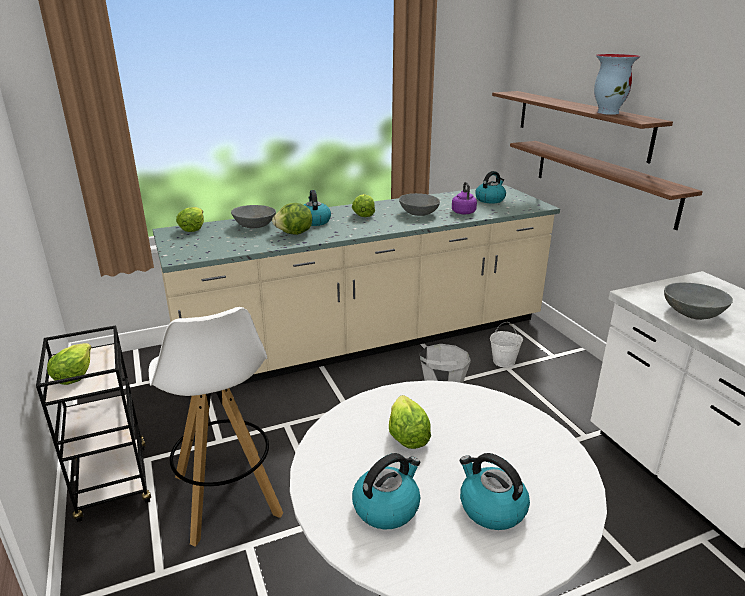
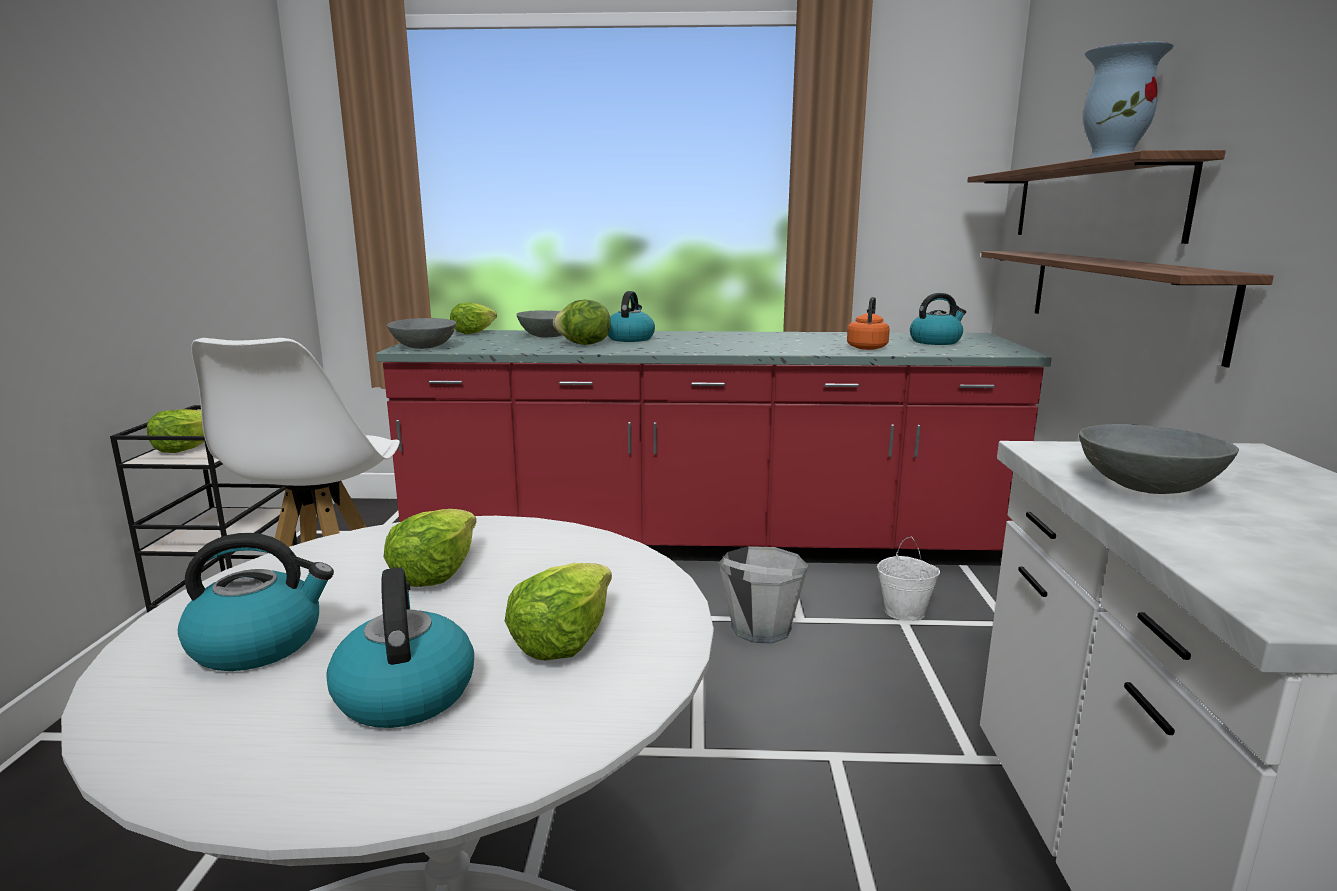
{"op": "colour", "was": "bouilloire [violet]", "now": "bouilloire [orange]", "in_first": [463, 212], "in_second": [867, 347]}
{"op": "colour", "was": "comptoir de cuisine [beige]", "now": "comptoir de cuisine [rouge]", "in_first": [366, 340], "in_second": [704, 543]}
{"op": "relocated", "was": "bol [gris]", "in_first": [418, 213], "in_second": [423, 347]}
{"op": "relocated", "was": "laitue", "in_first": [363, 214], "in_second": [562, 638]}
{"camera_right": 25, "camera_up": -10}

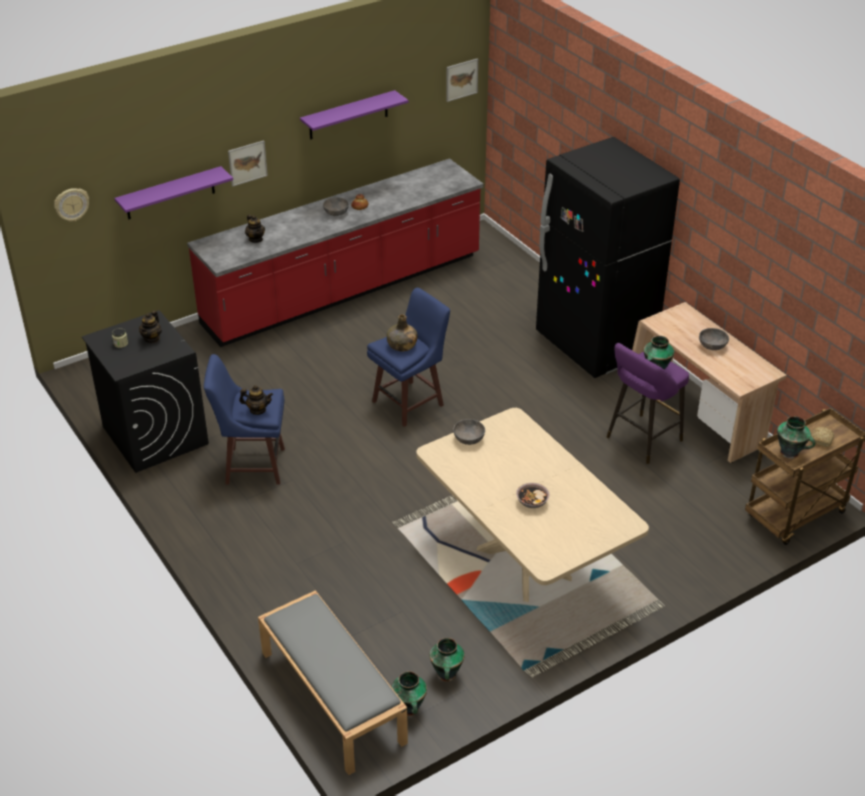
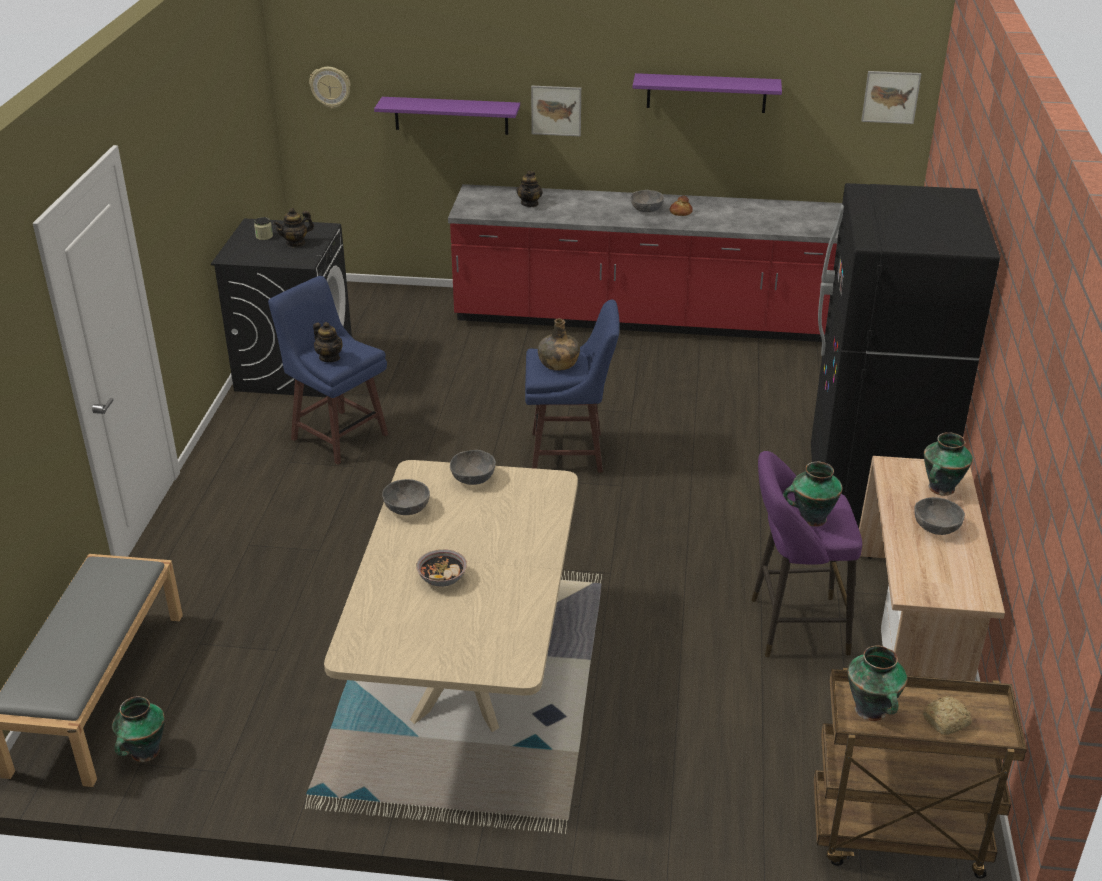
{"op": "relocated", "was": "vase", "in_first": [446, 675], "in_second": [940, 489]}
{"op": "appeared", "now": "bol [gris]", "in_second": [407, 508]}
{"camera_right": 40, "camera_up": -5}

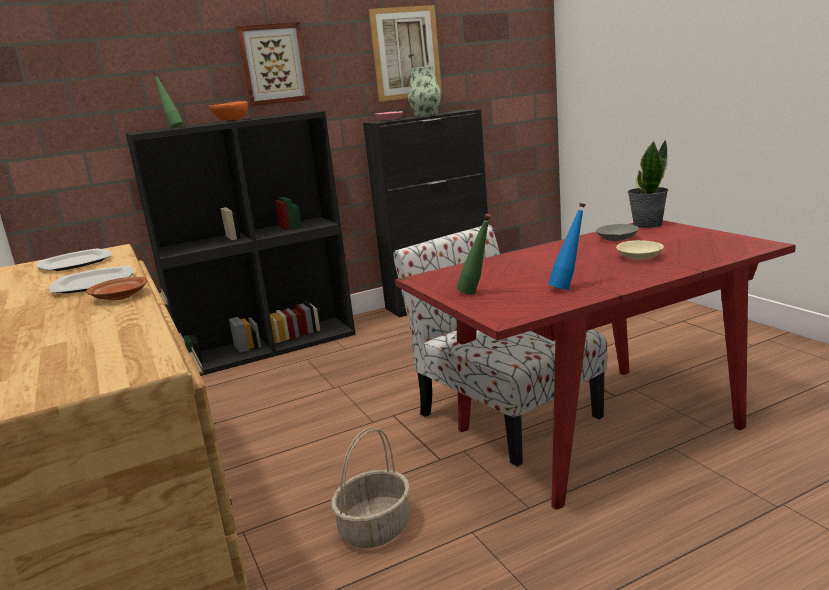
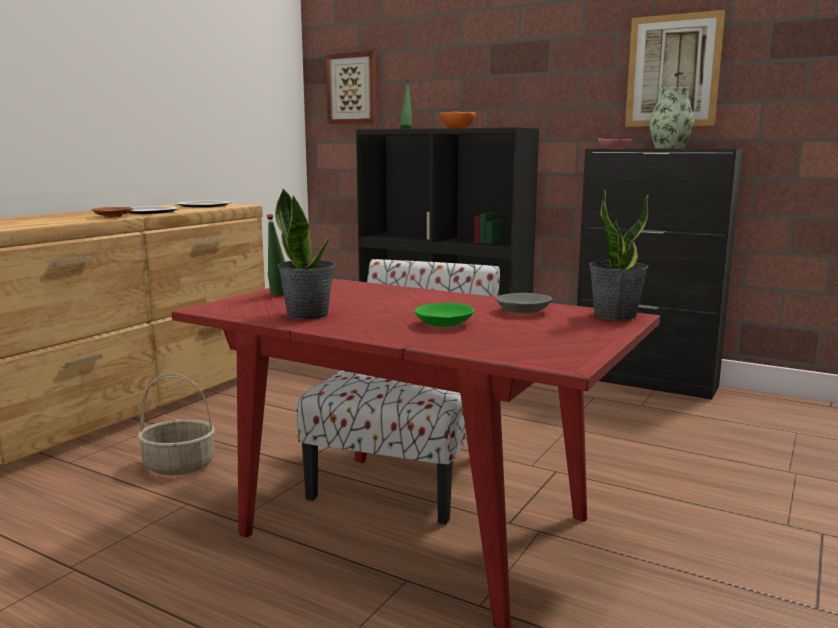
{"op": "relocated", "was": "tableau", "in_first": [273, 64], "in_second": [352, 88]}
{"op": "exchanged", "was": "bouteille [bleu]", "now": "plante en pot", "in_first": [568, 287], "in_second": [308, 314]}
{"op": "colour", "was": "bol [beige]", "now": "bol [vert]", "in_first": [640, 257], "in_second": [443, 324]}
{"camera_right": 55, "camera_up": -5}

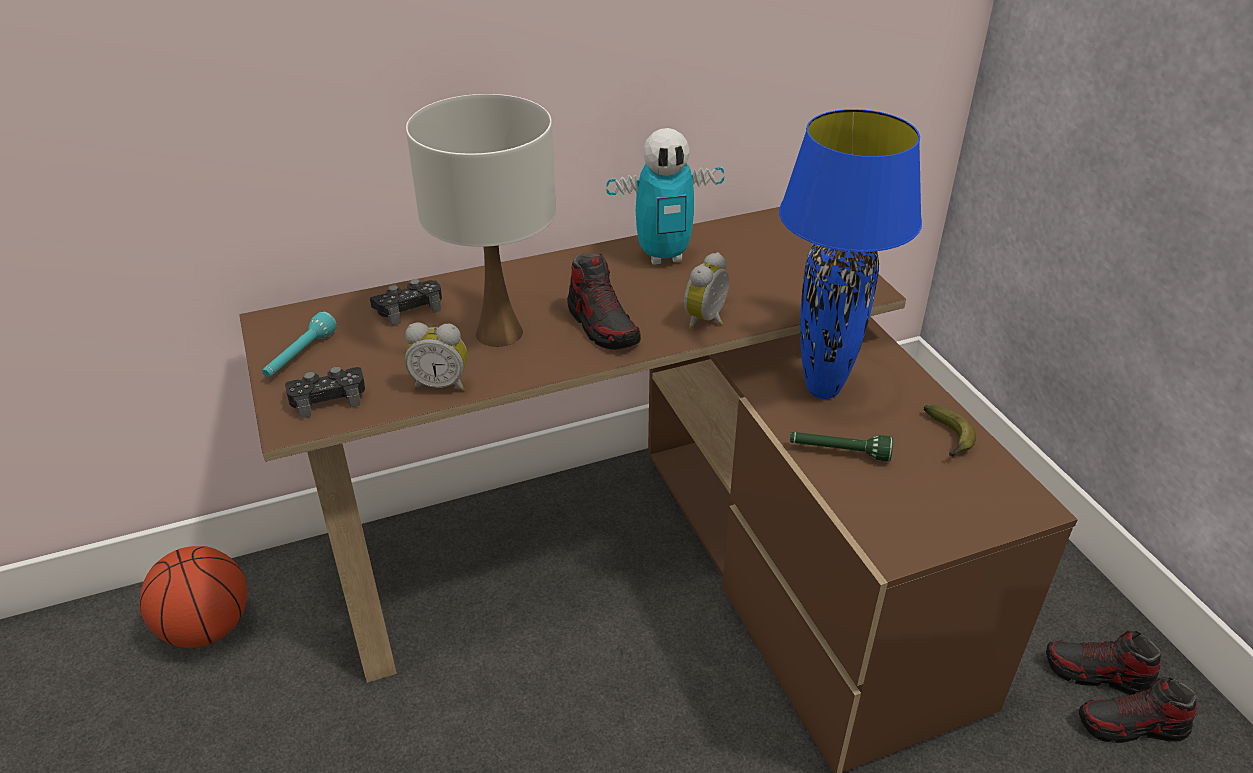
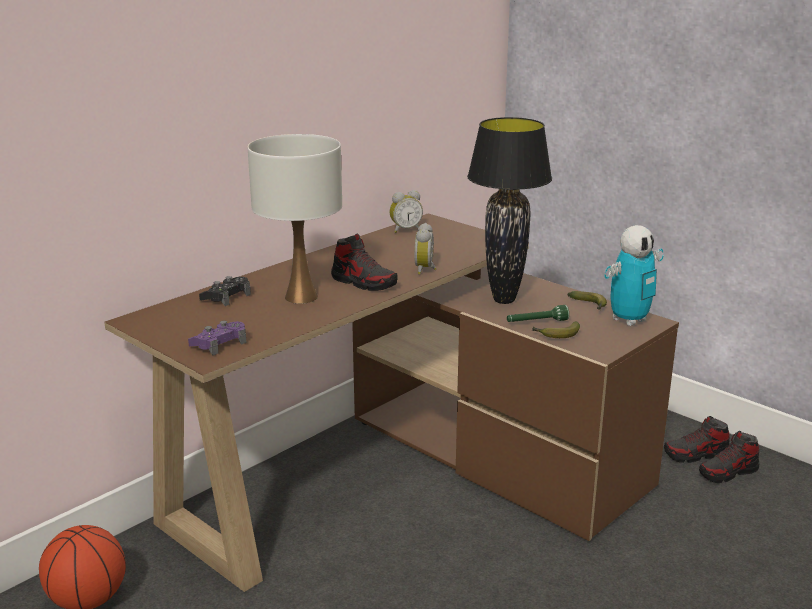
{"op": "colour", "was": "lampe de table [bleu]", "now": "lampe de table [noir]", "in_first": [822, 390], "in_second": [504, 300]}
{"op": "relocated", "was": "robot jouet", "in_first": [663, 256], "in_second": [629, 320]}
{"op": "missing", "was": "lampe de poche [turquoise]", "in_first": [300, 356]}
{"op": "relocated", "was": "réveil", "in_first": [441, 384], "in_second": [405, 230]}
{"op": "colour", "was": "manette [noir]", "now": "manette [violet]", "in_first": [328, 397], "in_second": [219, 344]}
{"op": "appeared", "now": "banane", "in_second": [556, 335]}
{"camera_right": -25, "camera_up": -15}

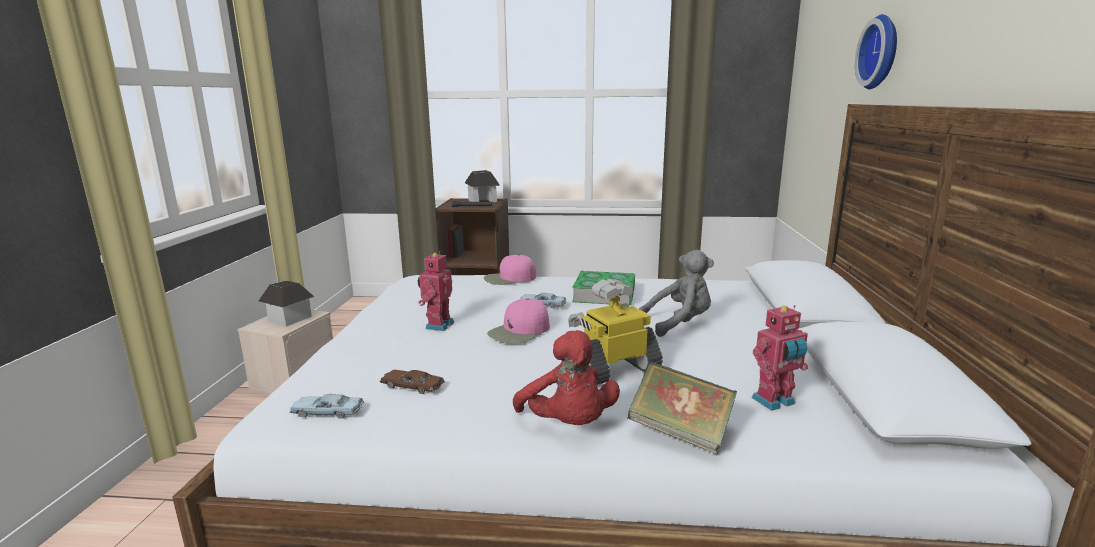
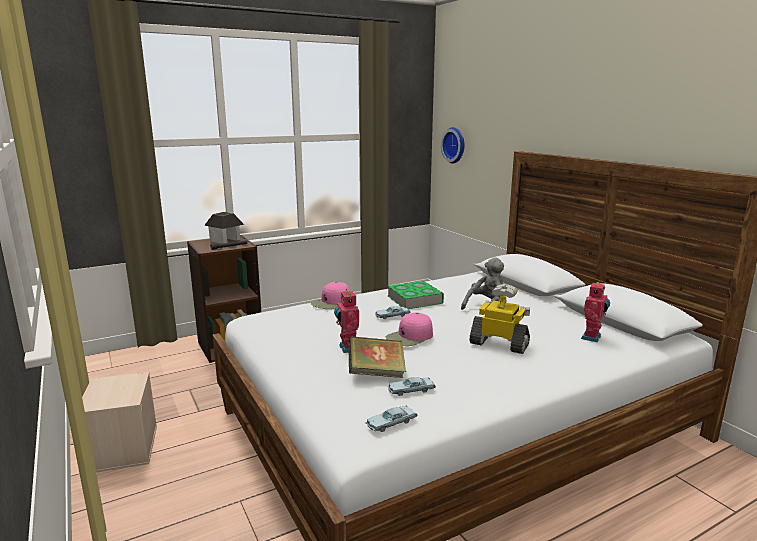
{"op": "relocated", "was": "horloge murale", "in_first": [882, 52], "in_second": [455, 145]}
{"op": "spun", "was": "robot jouet", "in_first": [613, 369], "in_second": [500, 344], "clockwise": 90}
{"op": "missing", "was": "maison miniature", "in_first": [289, 318]}
{"op": "spun", "was": "casquette [rose]", "in_first": [519, 331], "in_second": [410, 337], "clockwise": 45}
{"op": "missing", "was": "peluche [rouge]", "in_first": [568, 424]}
{"op": "relocated", "was": "livre", "in_first": [680, 432], "in_second": [376, 373]}
{"op": "colour", "was": "petite voiture [marron]", "now": "petite voiture [bleu]", "in_first": [412, 386], "in_second": [411, 390]}
{"camera_right": -35, "camera_up": 0}

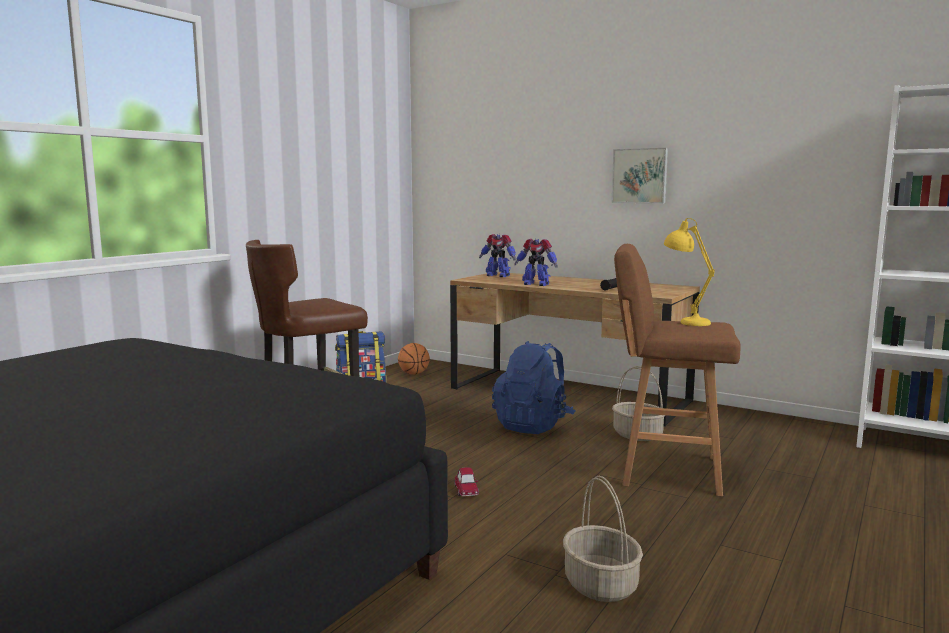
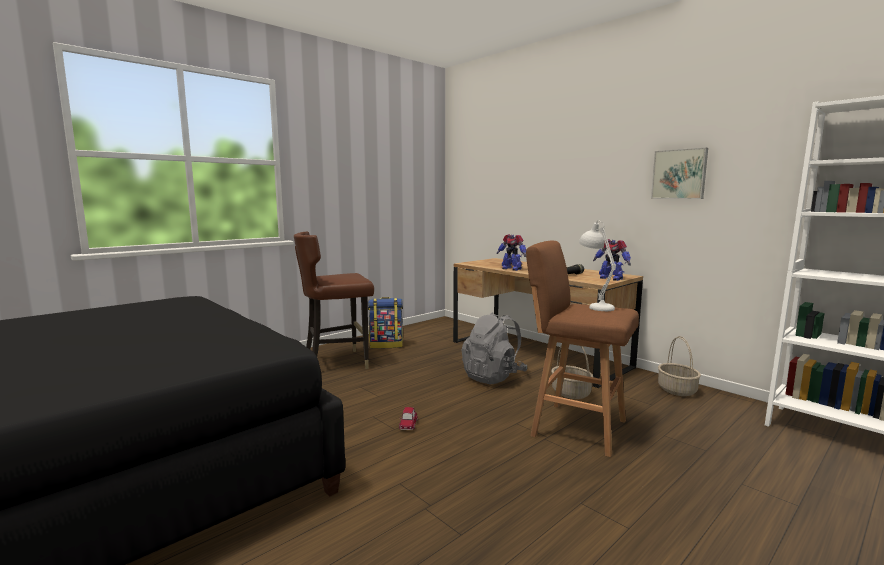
{"op": "relocated", "was": "tableau", "in_first": [640, 176], "in_second": [679, 174]}
{"op": "colour", "was": "lampe de table [jaune]", "now": "lampe de table [blanc]", "in_first": [685, 321], "in_second": [595, 306]}
{"op": "relocated", "was": "robot jouet", "in_first": [498, 275], "in_second": [611, 278]}
{"op": "colour", "was": "sac à dos [bleu]", "now": "sac à dos [gris]", "in_first": [533, 425], "in_second": [493, 376]}
{"op": "missing", "was": "ballon de basket", "in_first": [414, 374]}
{"op": "relocated", "was": "panier", "in_first": [601, 585], "in_second": [677, 390]}
{"camera_right": 15, "camera_up": 0}

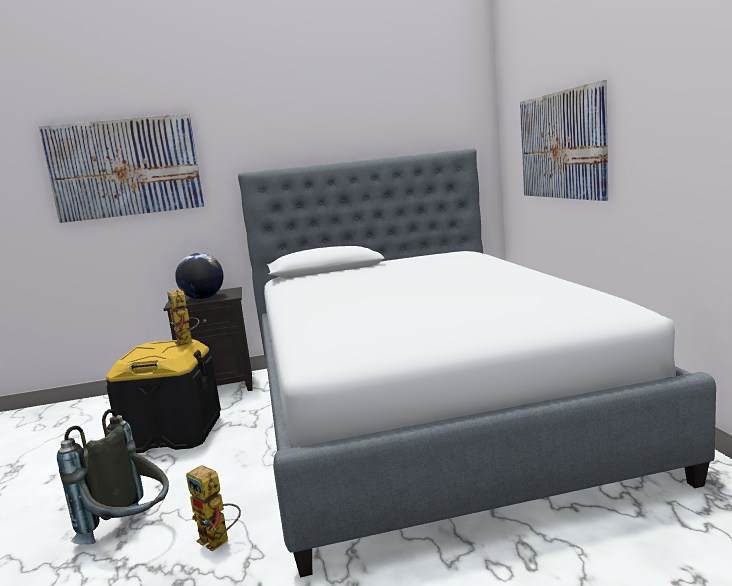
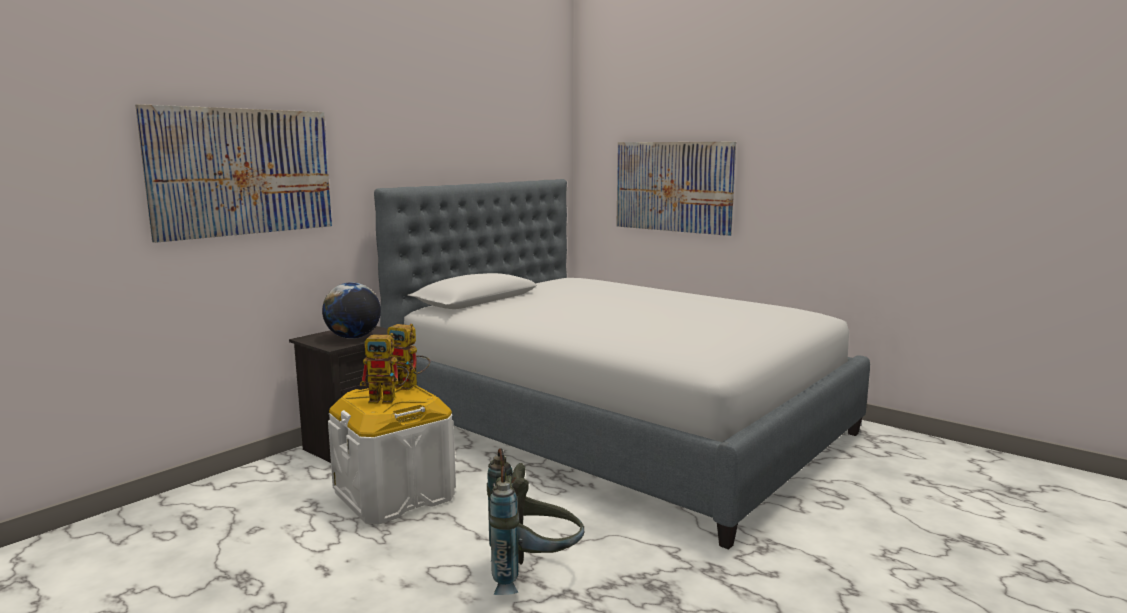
{"op": "colour", "was": "boîte de rangement [noir]", "now": "boîte de rangement [blanc]", "in_first": [173, 433], "in_second": [395, 495]}
{"op": "relocated", "was": "robot jouet", "in_first": [219, 542], "in_second": [388, 399]}
{"camera_right": -40, "camera_up": 0}

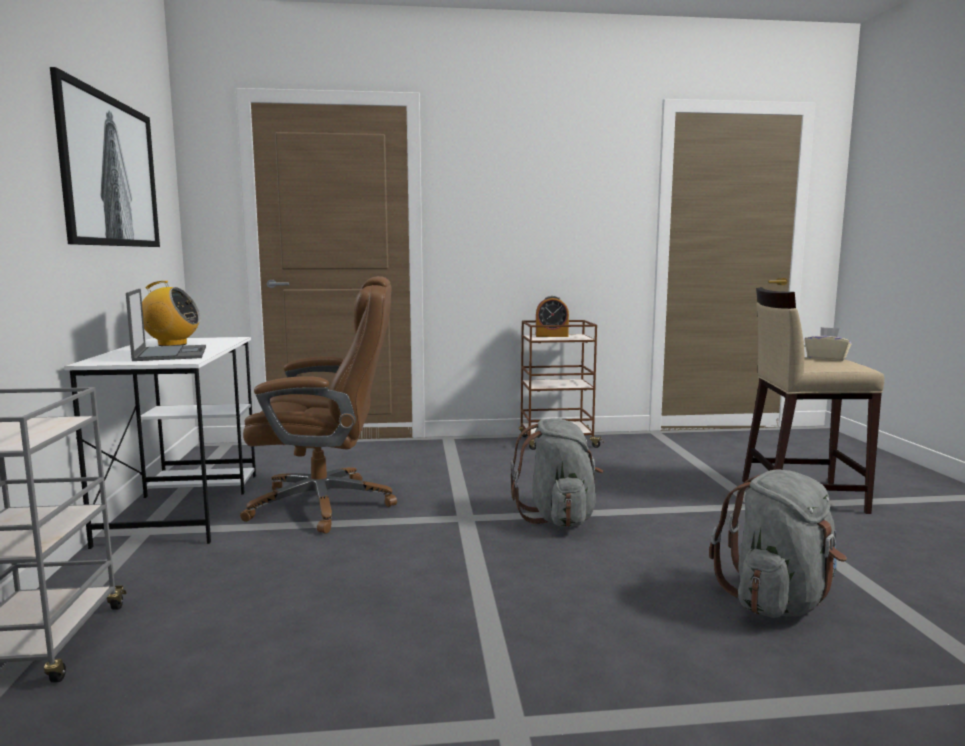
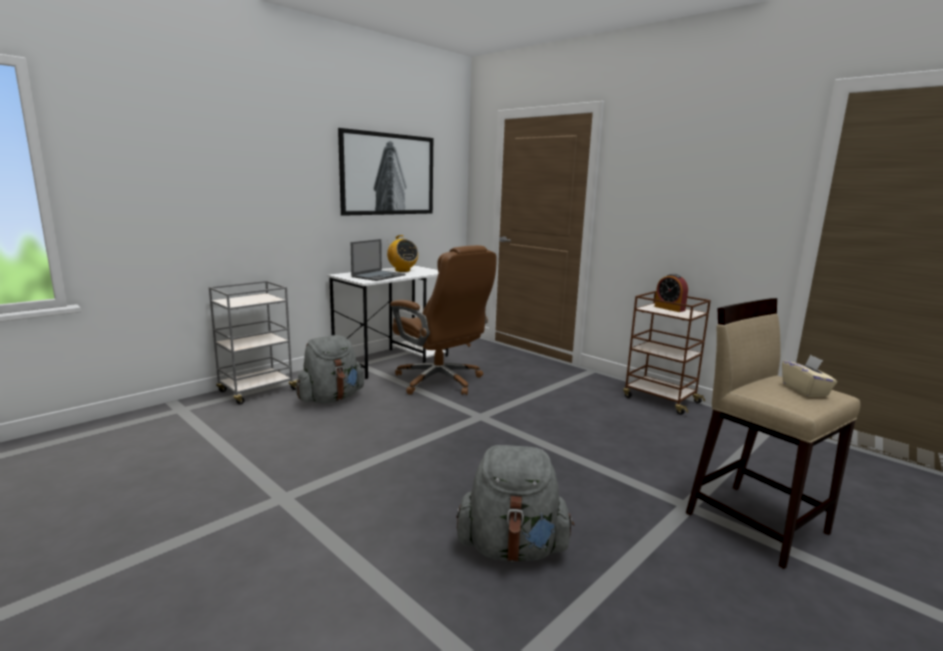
{"op": "relocated", "was": "sac à dos [gris]", "in_first": [558, 517], "in_second": [331, 399]}
{"camera_right": 50, "camera_up": 5}

